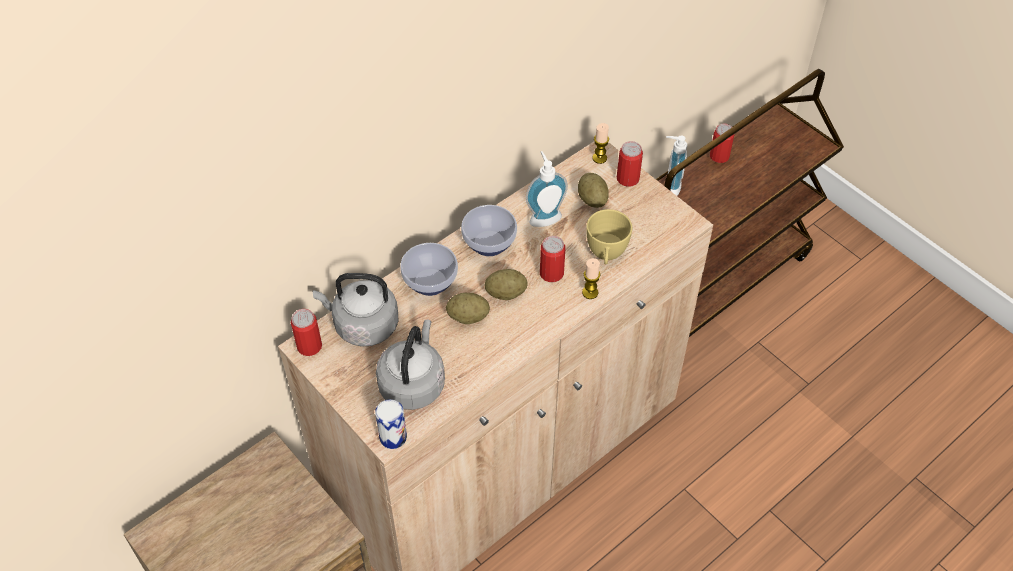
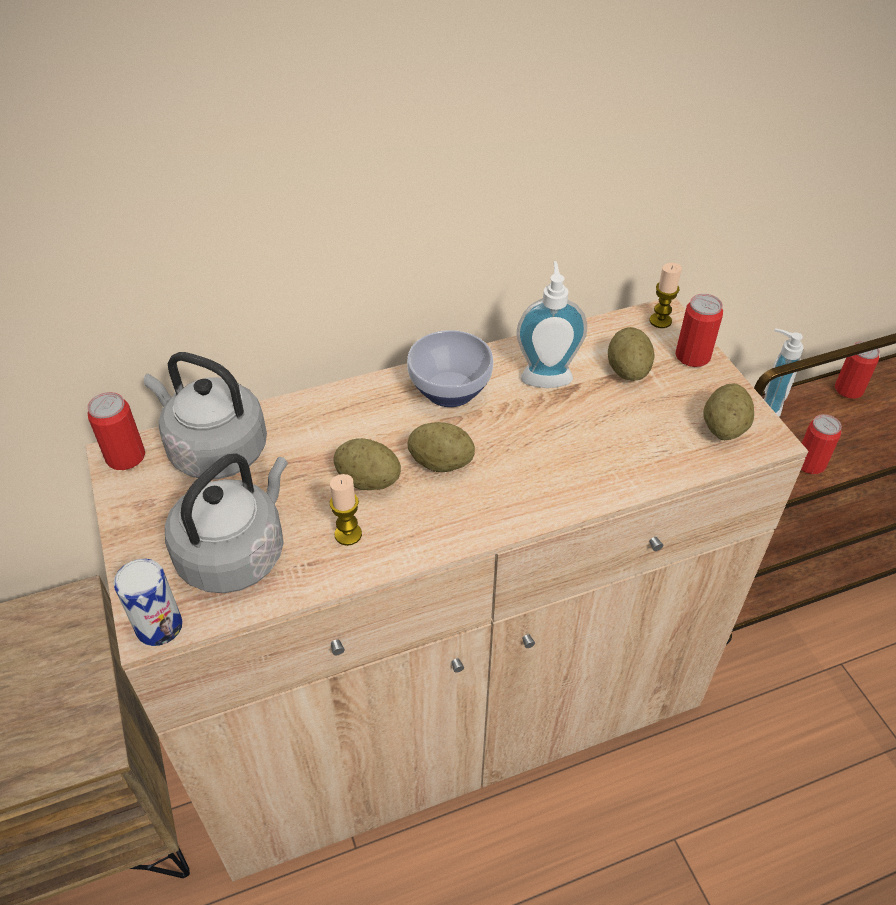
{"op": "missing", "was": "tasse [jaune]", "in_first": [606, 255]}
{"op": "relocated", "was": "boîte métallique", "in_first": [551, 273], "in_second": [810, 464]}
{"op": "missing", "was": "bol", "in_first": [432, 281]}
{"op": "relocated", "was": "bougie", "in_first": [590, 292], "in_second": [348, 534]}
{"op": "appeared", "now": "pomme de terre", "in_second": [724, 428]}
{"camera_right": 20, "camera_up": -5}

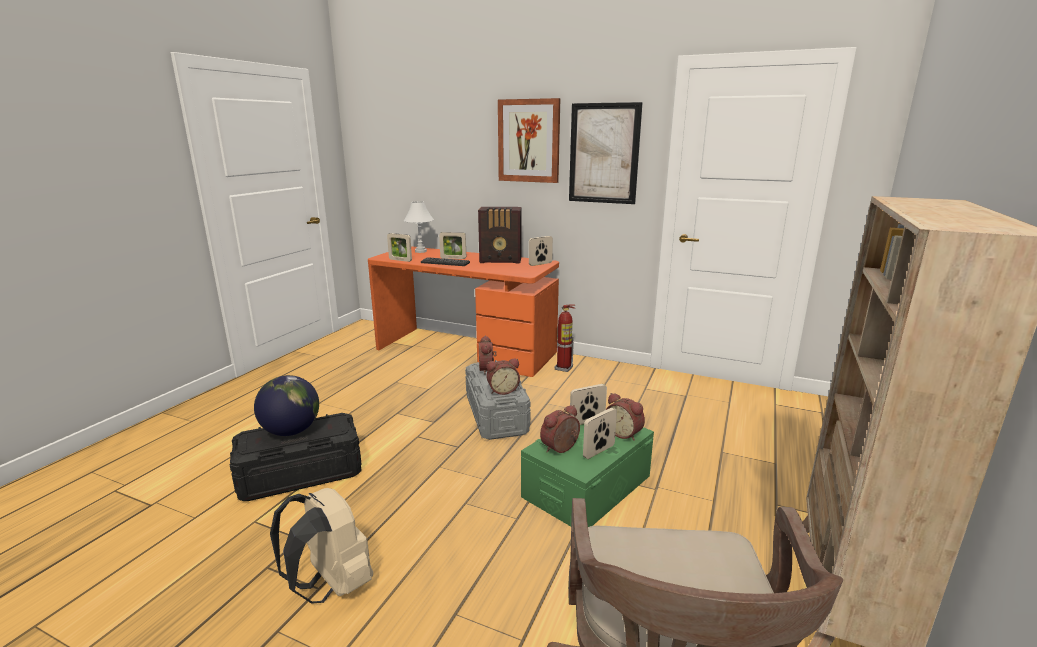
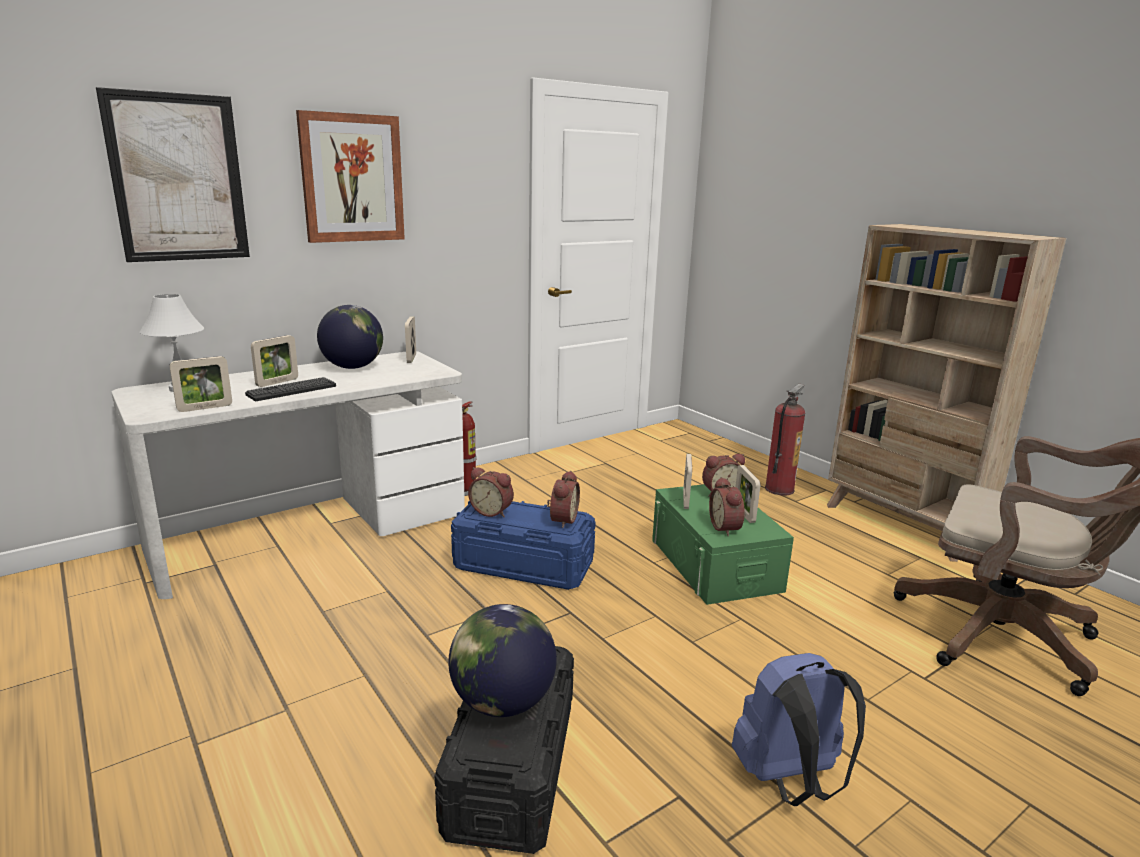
{"op": "relocated", "was": "tableau", "in_first": [604, 154], "in_second": [178, 178]}
{"op": "exchanged", "was": "radio", "now": "globe", "in_first": [501, 260], "in_second": [353, 367]}
{"op": "colour", "was": "bureau [orange]", "now": "bureau [blanc]", "in_first": [465, 351], "in_second": [312, 530]}
{"op": "colour", "was": "boîte de rangement [gris]", "now": "boîte de rangement [bleu]", "in_first": [496, 414], "in_second": [523, 565]}
{"op": "colour", "was": "sac à dos [beige]", "now": "sac à dos [bleu]", "in_first": [331, 585], "in_second": [790, 781]}
{"op": "appeared", "now": "extincteur", "in_second": [779, 489]}
{"camera_right": -60, "camera_up": 0}

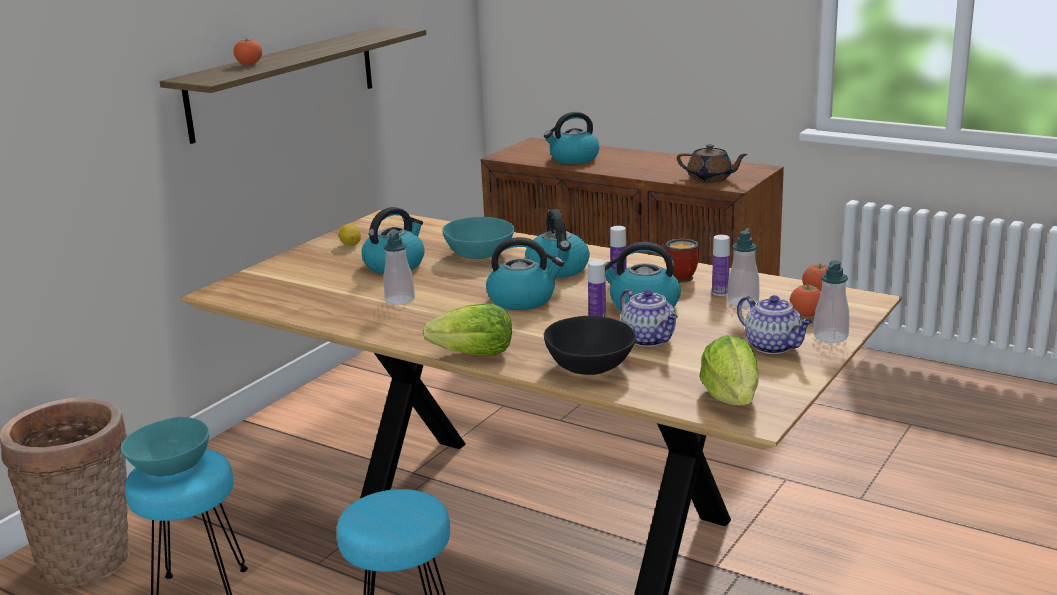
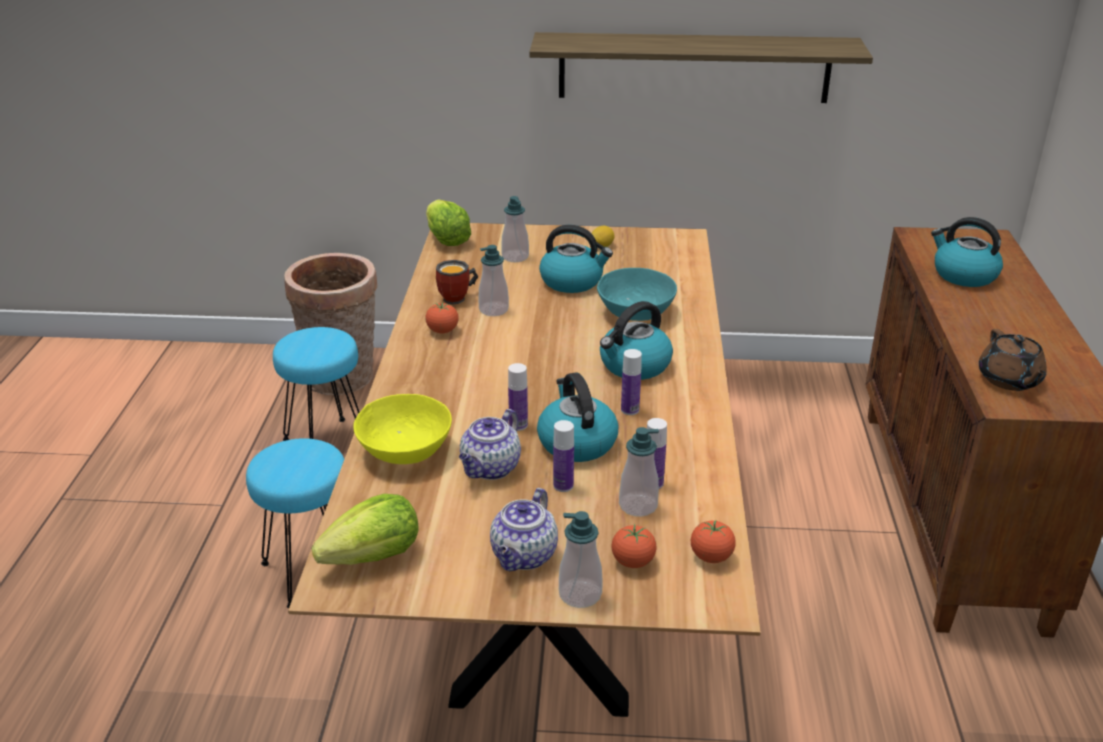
{"op": "relocated", "was": "tomate", "in_first": [249, 64], "in_second": [442, 331]}
{"op": "missing", "was": "bouilloire", "in_first": [522, 299]}
{"op": "relocated", "was": "mug", "in_first": [682, 276], "in_second": [458, 298]}
{"op": "relocated", "was": "laitue", "in_first": [474, 355], "in_second": [447, 240]}
{"op": "colour", "was": "bol [noir]", "now": "bol [jaune]", "in_first": [590, 366], "in_second": [406, 451]}
{"op": "missing", "was": "bol [turquoise]", "in_first": [170, 467]}
{"op": "appeared", "now": "distributeur de savon", "in_second": [515, 257]}
{"op": "appeared", "now": "bouteille", "in_second": [563, 485]}
{"camera_right": 60, "camera_up": 10}

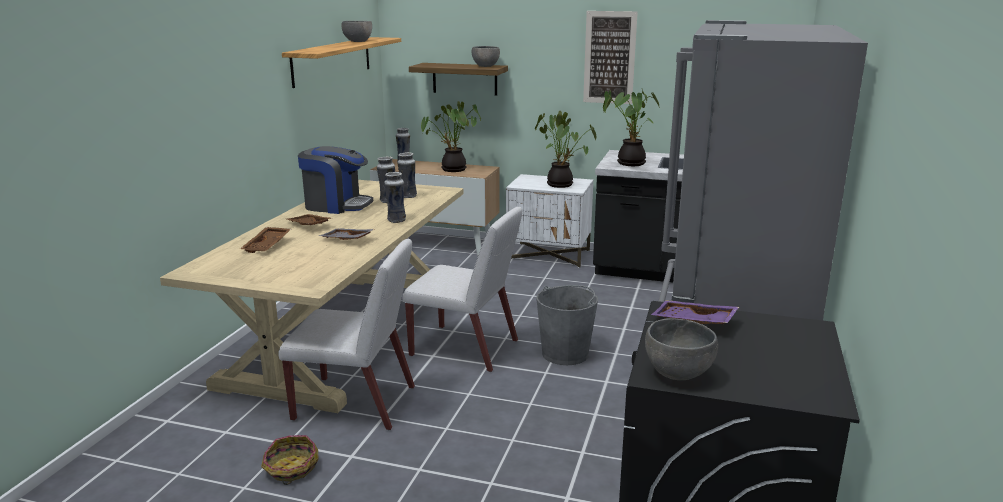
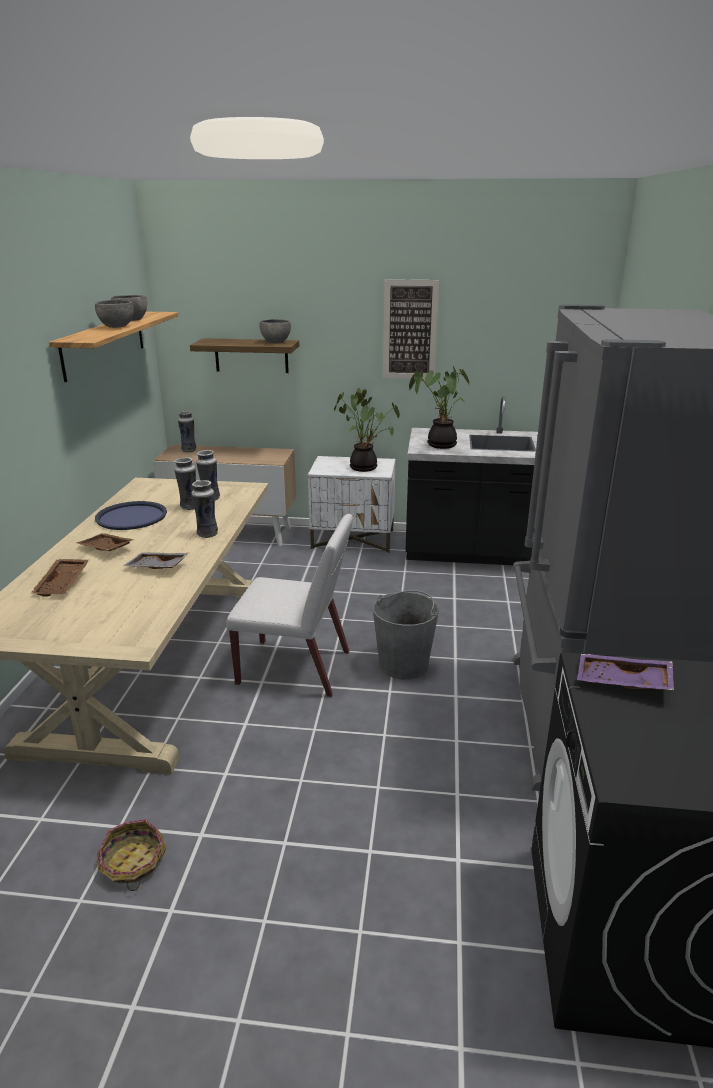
{"op": "missing", "was": "plante en pot", "in_first": [452, 170]}
{"op": "exchanged", "was": "machine à café", "now": "plateau [bleu]", "in_first": [336, 205], "in_second": [131, 517]}
{"op": "missing", "was": "chaise [blanc]", "in_first": [356, 403]}
{"op": "relocated", "was": "bol [gris]", "in_first": [677, 374], "in_second": [116, 327]}
{"camera_right": -10, "camera_up": 5}

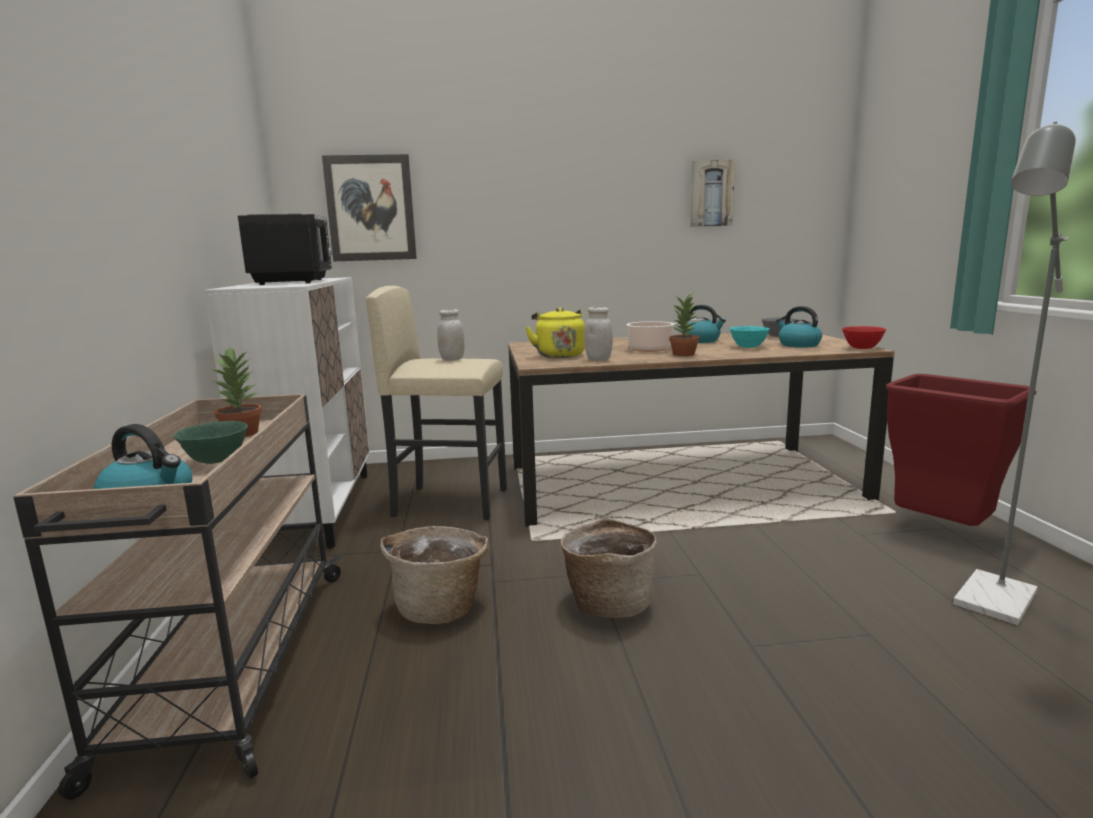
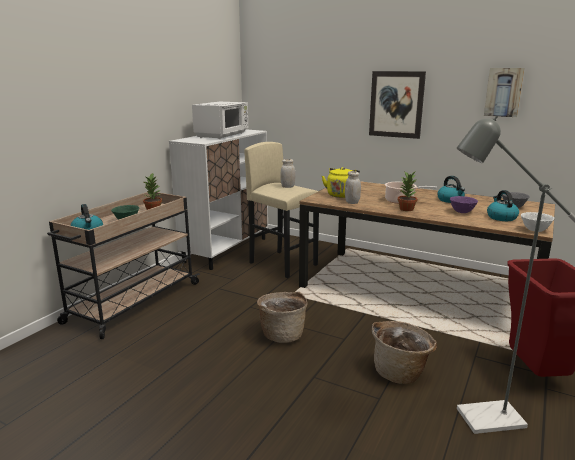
{"op": "relocated", "was": "tableau", "in_first": [371, 208], "in_second": [396, 104]}
{"op": "colour", "was": "micro-ondes [noir]", "now": "micro-ondes [blanc]", "in_first": [295, 282], "in_second": [223, 135]}
{"op": "colour", "was": "bol [turquoise]", "now": "bol [violet]", "in_first": [748, 347], "in_second": [462, 212]}
{"op": "colour", "was": "bol [rouge]", "now": "bol [blanc]", "in_first": [861, 348], "in_second": [534, 230]}
{"op": "relocated", "was": "panier", "in_first": [441, 607], "in_second": [400, 372]}
{"camera_right": 35, "camera_up": 5}

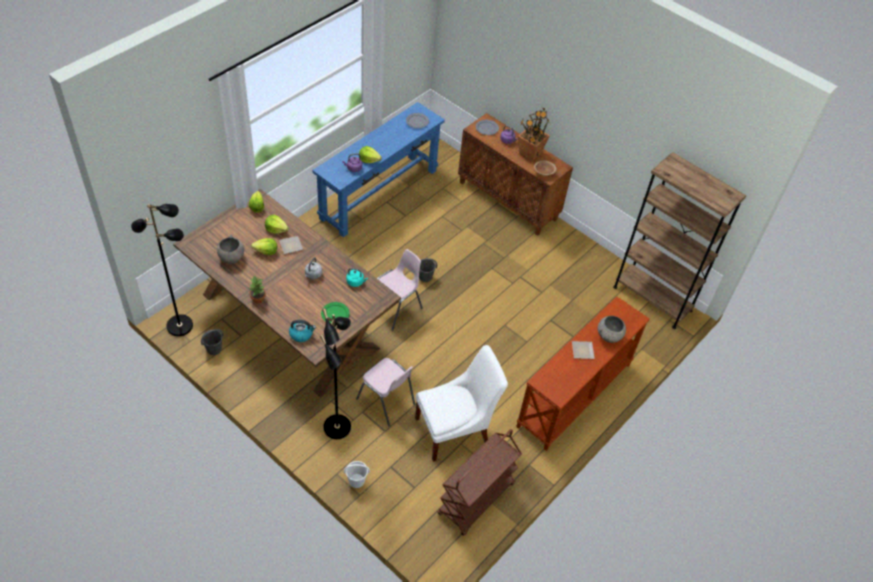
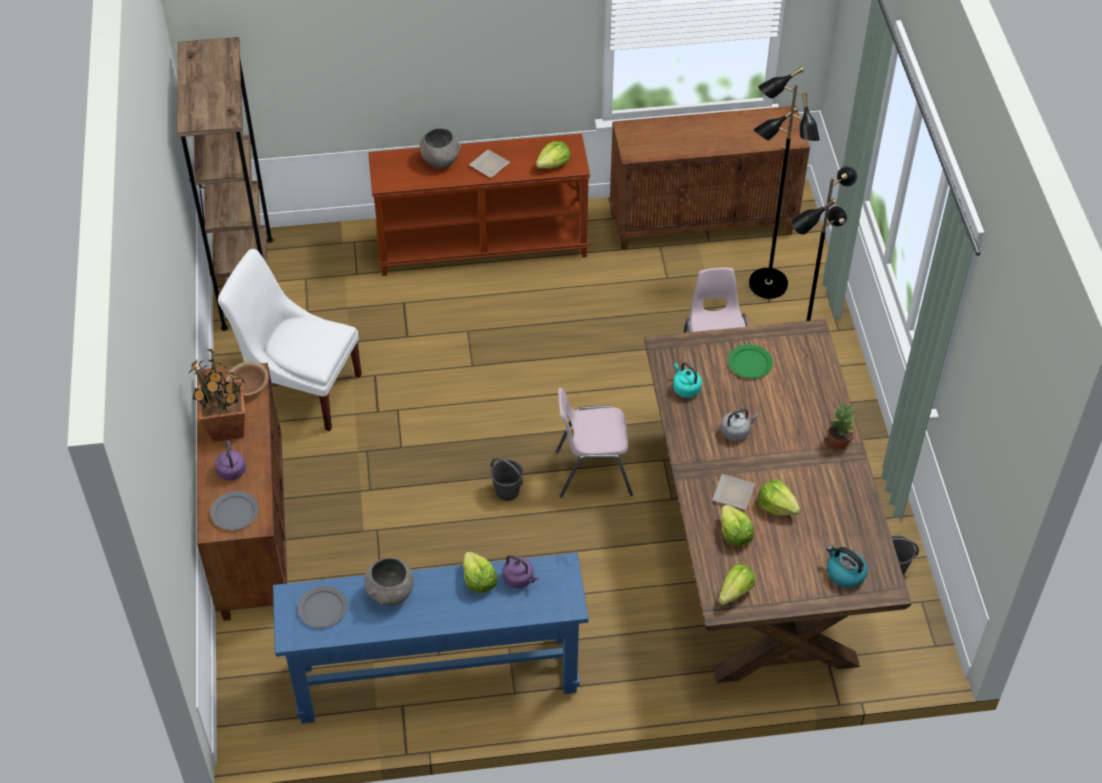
{"op": "relocated", "was": "lampadaire [noir]", "in_first": [180, 325], "in_second": [767, 285]}
{"op": "relocated", "was": "bol [gris]", "in_first": [231, 258], "in_second": [391, 594]}
{"op": "relocated", "was": "bouilloire", "in_first": [301, 334], "in_second": [845, 573]}
{"op": "relocated", "was": "chaise [blanc]", "in_first": [455, 430], "in_second": [300, 388]}
{"op": "exchanged", "was": "chariot [marron]", "now": "meuble de rangement [marron]", "in_first": [476, 499], "in_second": [703, 222]}
{"op": "missing", "was": "seau [blanc]", "in_first": [356, 481]}
{"op": "appeared", "now": "laitue", "in_second": [553, 164]}
{"camera_right": -135, "camera_up": 0}

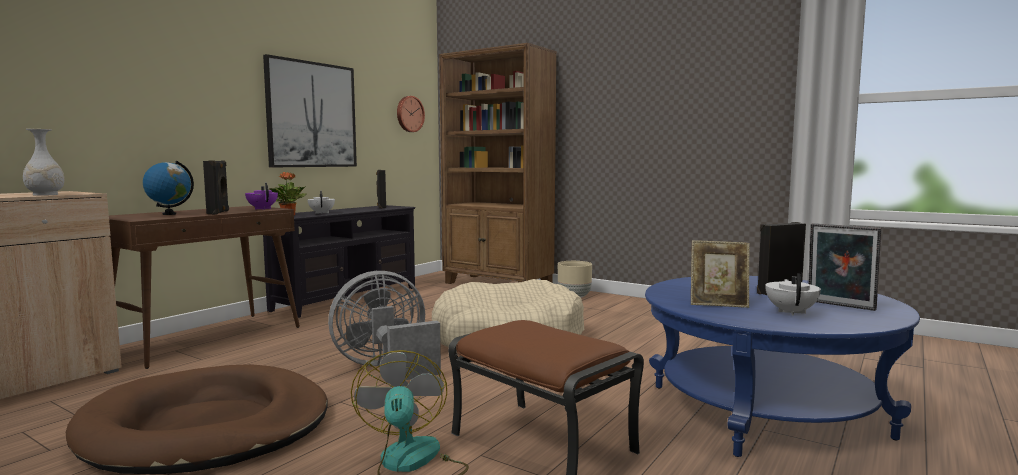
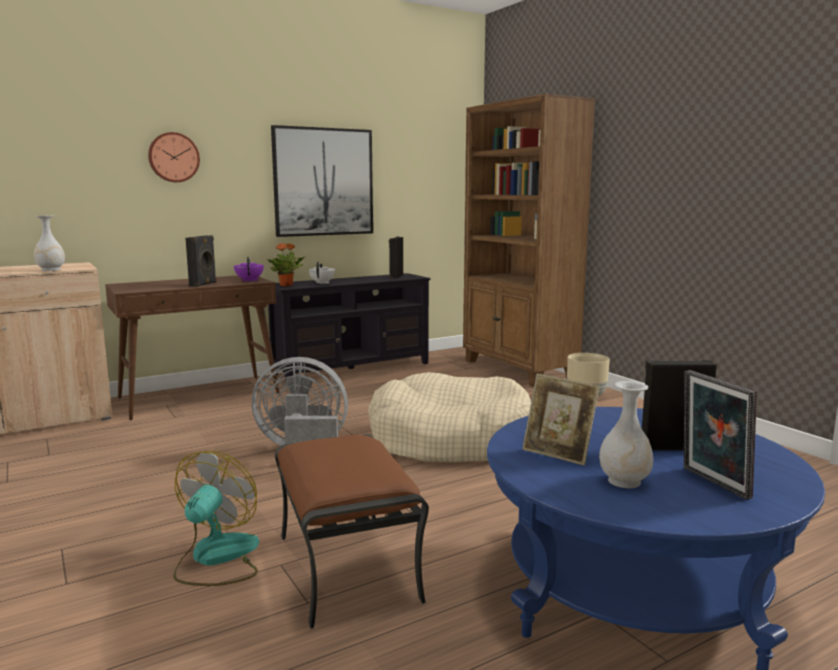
{"op": "relocated", "was": "horloge murale", "in_first": [409, 114], "in_second": [173, 157]}
{"op": "missing", "was": "globe", "in_first": [169, 214]}
{"op": "exchanged", "was": "théière [blanc]", "now": "vase [blanc]", "in_first": [791, 312], "in_second": [625, 481]}
{"op": "missing", "was": "panier pour chien [marron]", "in_first": [207, 427]}
{"camera_right": 25, "camera_up": 5}

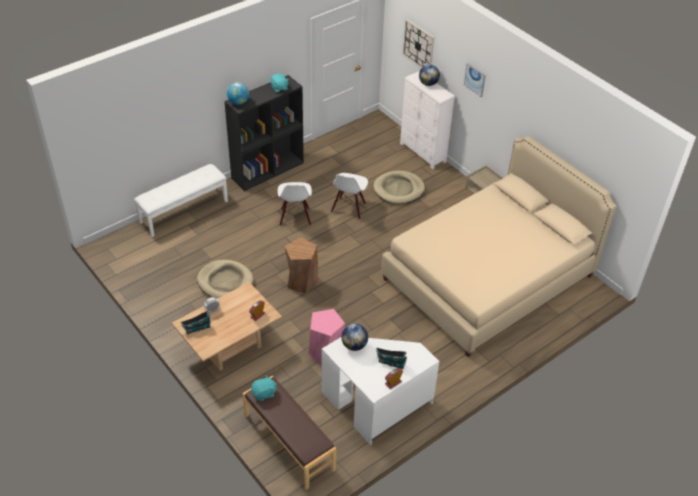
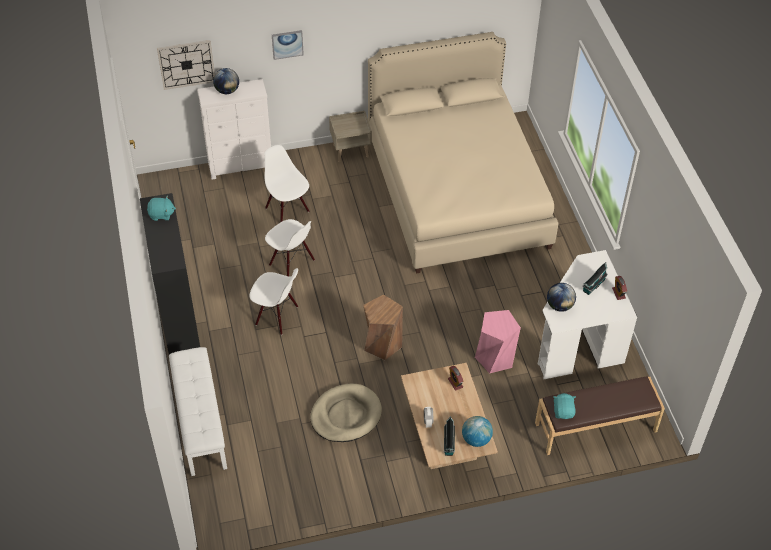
{"op": "relocated", "was": "globe", "in_first": [238, 102], "in_second": [476, 439]}
{"op": "exchanged", "was": "panier pour chien [beige]", "now": "chaise [blanc]", "in_first": [399, 189], "in_second": [287, 209]}
{"camera_right": -65, "camera_up": 5}

